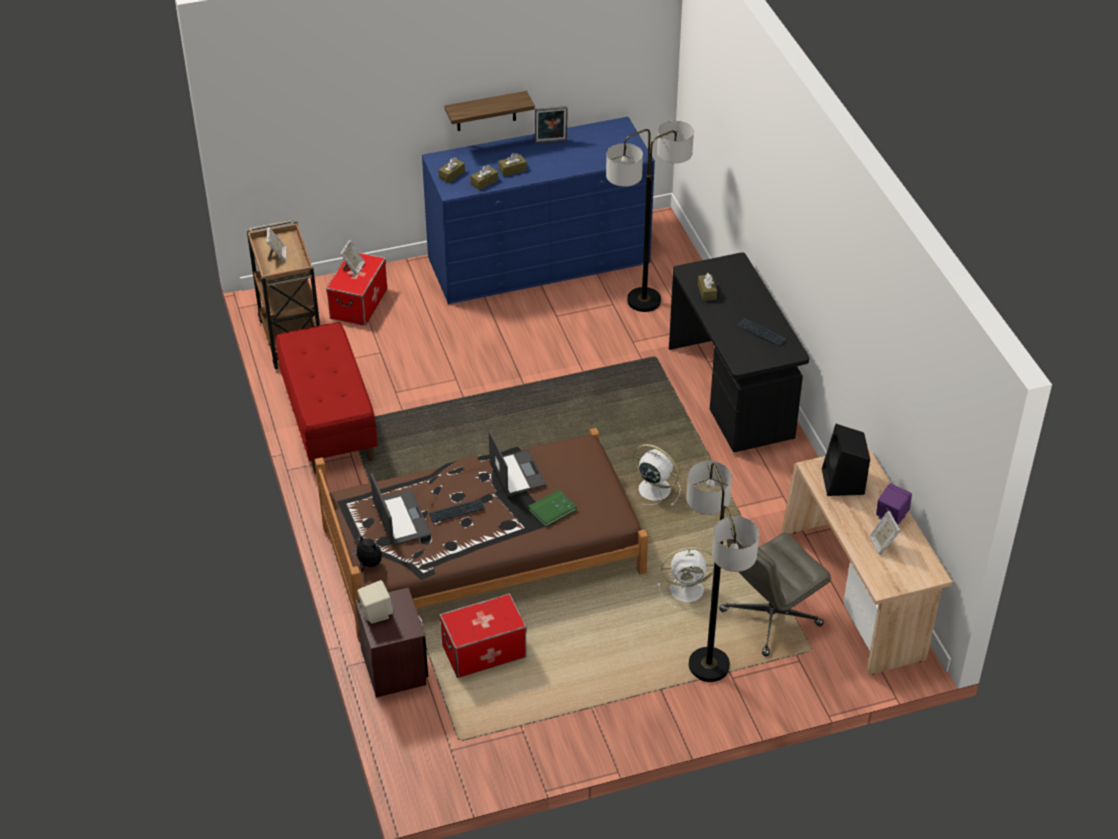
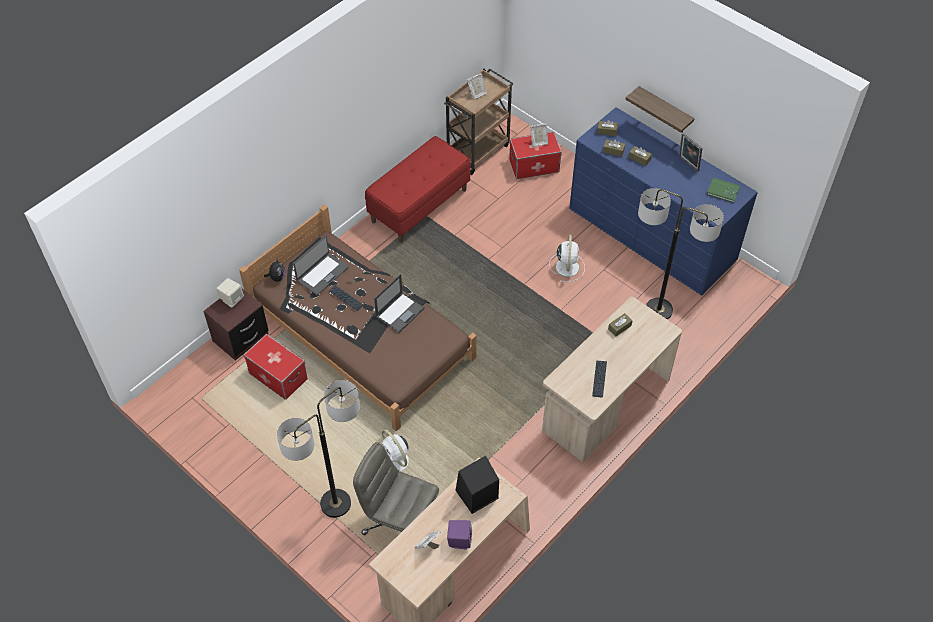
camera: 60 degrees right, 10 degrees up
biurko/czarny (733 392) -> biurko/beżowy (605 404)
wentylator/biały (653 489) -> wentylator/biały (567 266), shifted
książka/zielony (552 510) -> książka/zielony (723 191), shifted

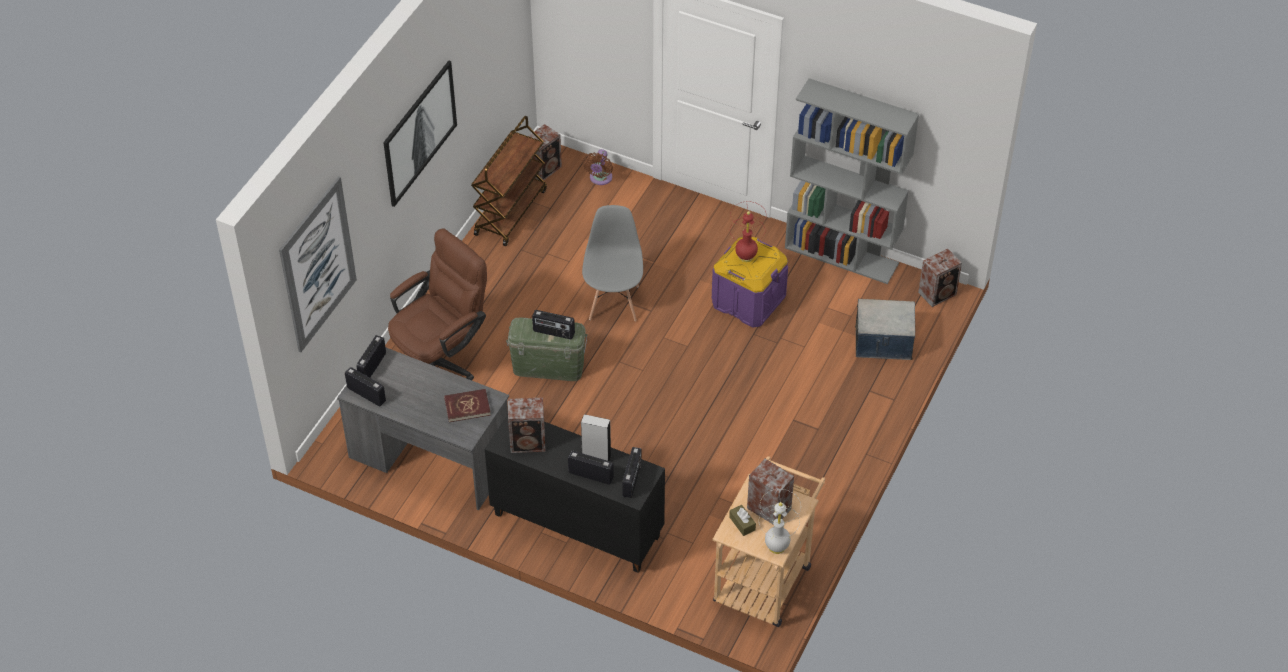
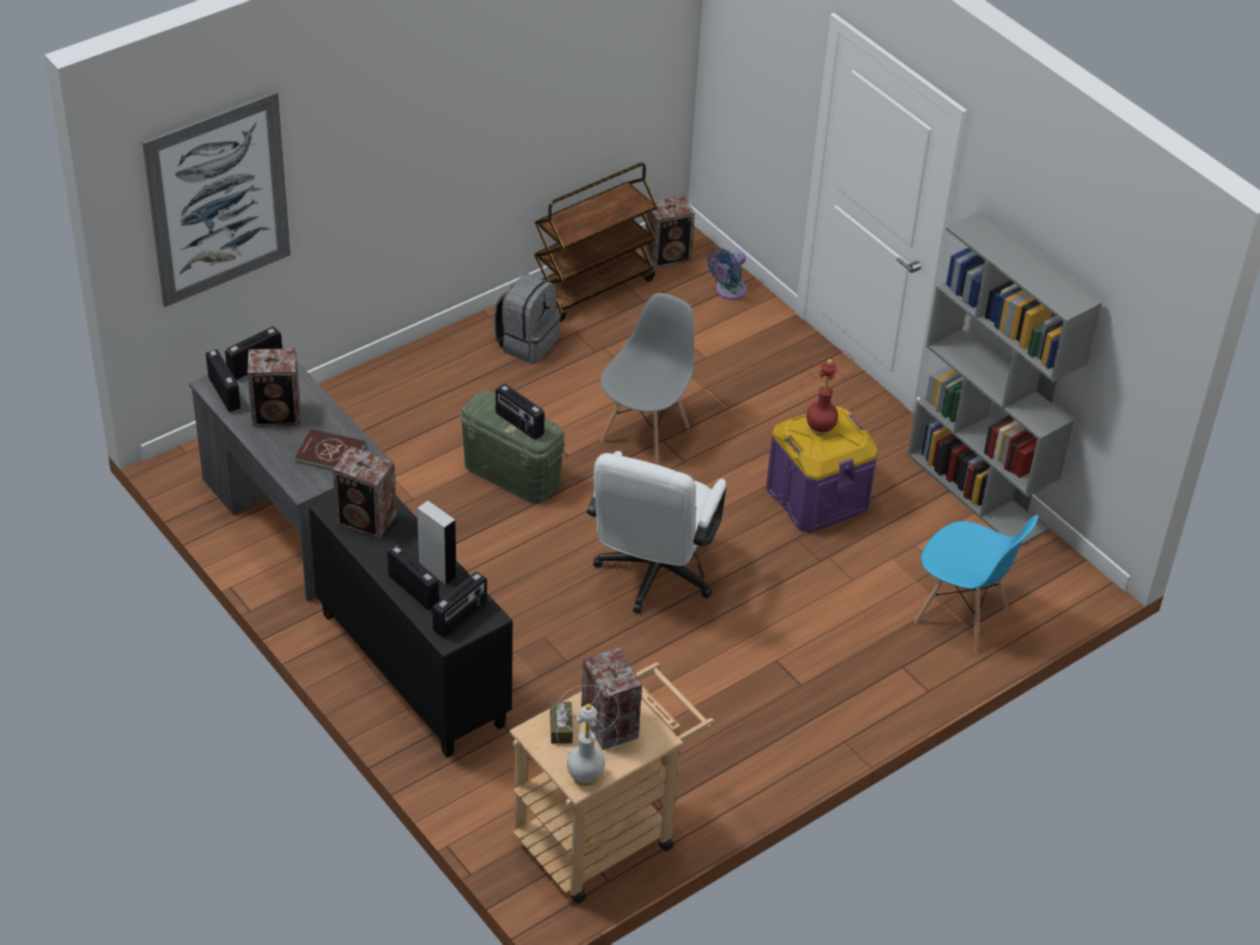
camera: 25 degrees right, 5 degrees down
obraz (419 133) -> none
wentylator/brązowy (600 179) -> wentylator/niebieski (728 291)
krzesło biurowe/brązowy (441 359) -> none
głośnik (938 293) -> głośnik (278 414), shifted
pojemnik do przechowywania (883 342) -> krzesło/niebieski (961 616)
none -> plecak/szary (526 342)
none -> krzesło biurowe/biały (652 577)

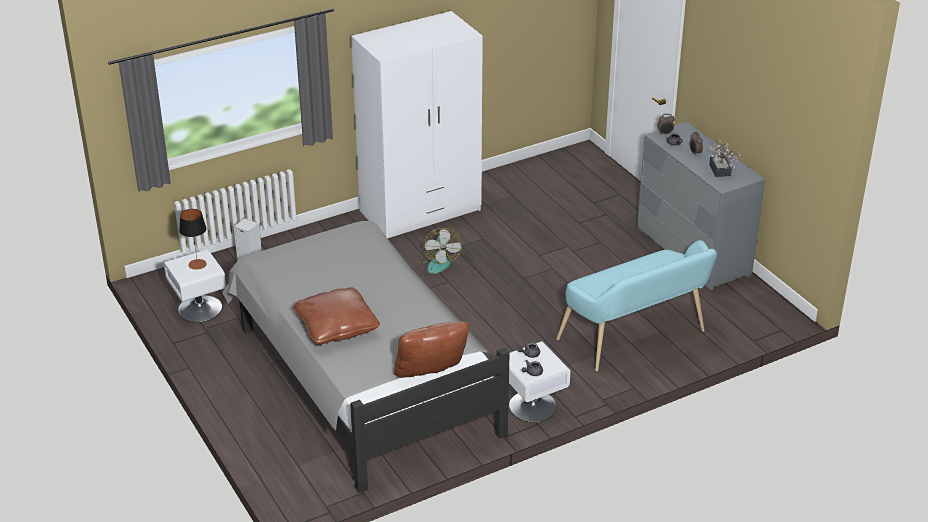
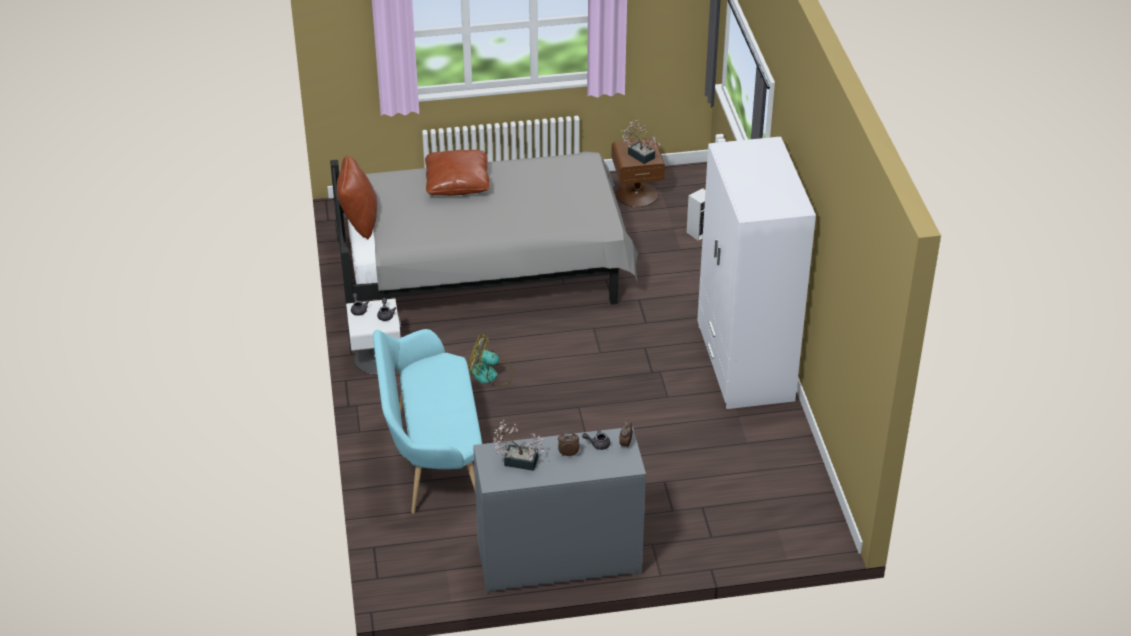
camera: 110 degrees right, 5 degrees up
lampa stołowa (197 264) -> roślina doniczkowa (639 154)
wentylator (438 262) -> wentylator (490 375), shifted
szafka nocna/biały (199 309) -> szafka nocna/brązowy (637 193)

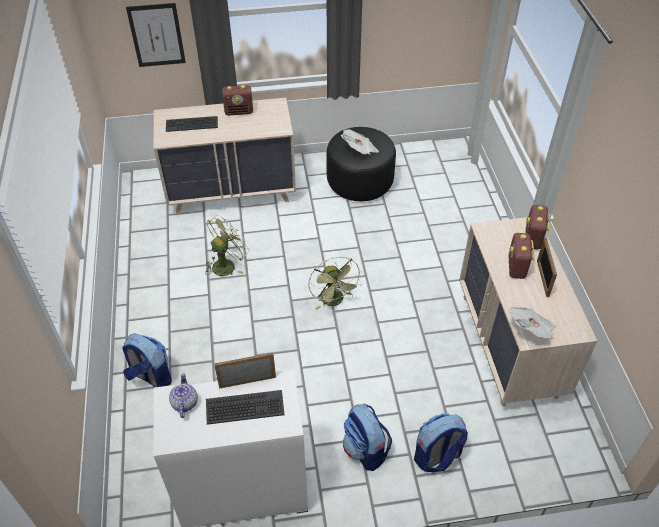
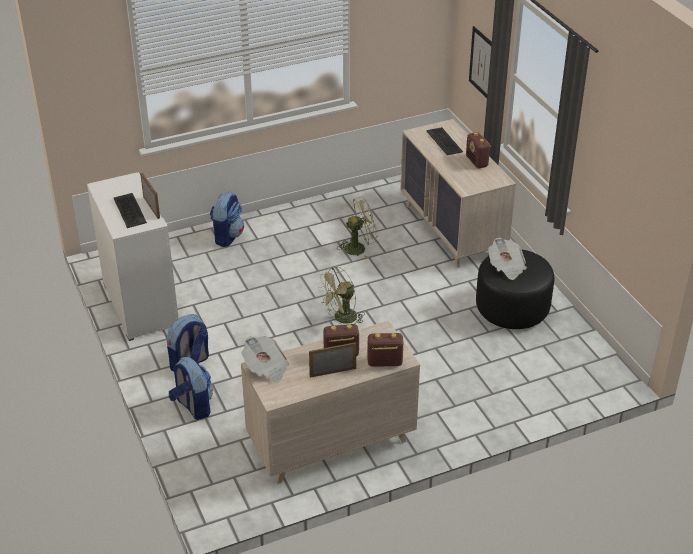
camera: 75 degrees right, 10 degrees down
wentylator/zielony (227 264) -> wentylator/zielony (359 247), 45 degrees counterclockwise
imbryk (184 403) -> none

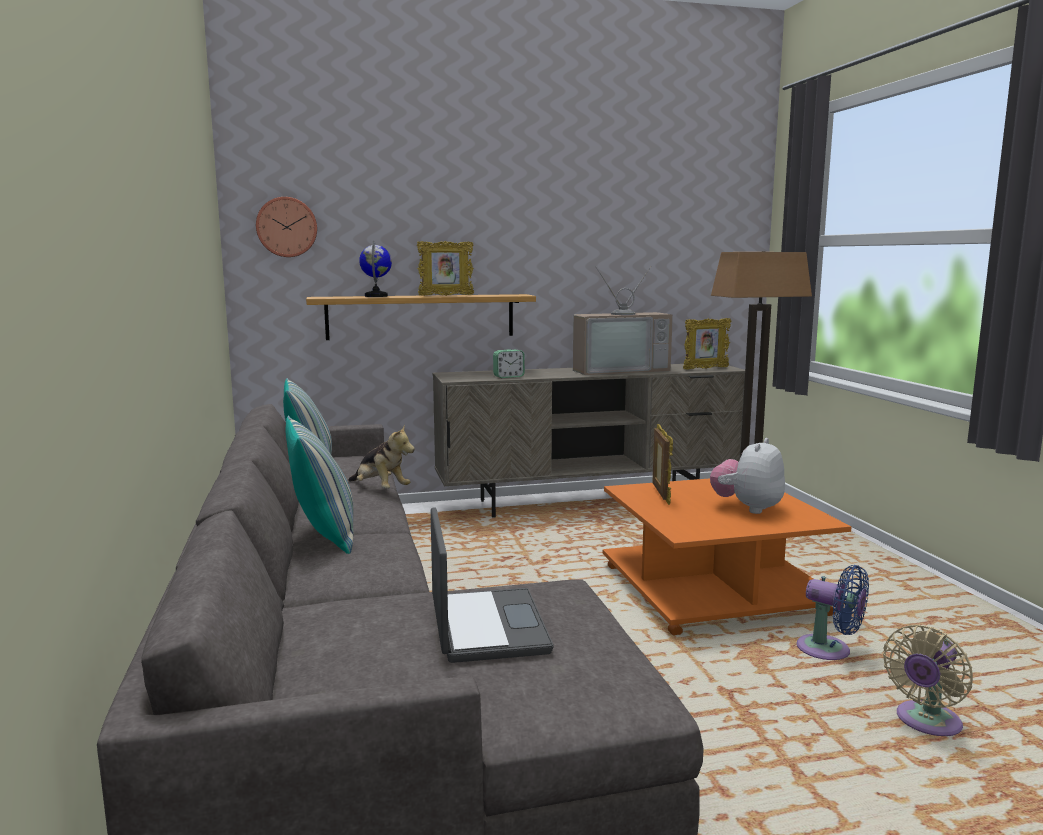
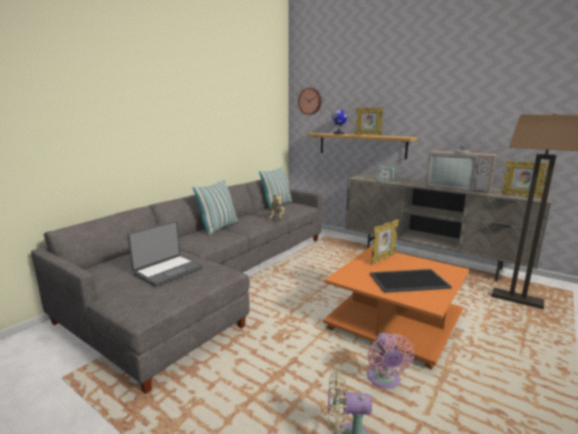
camera: 50 degrees right, 5 degrees up
pluszak (747 508) -> taca (408 281)
wentylator/niebieski (829 651) -> wentylator/różowy (384 380)

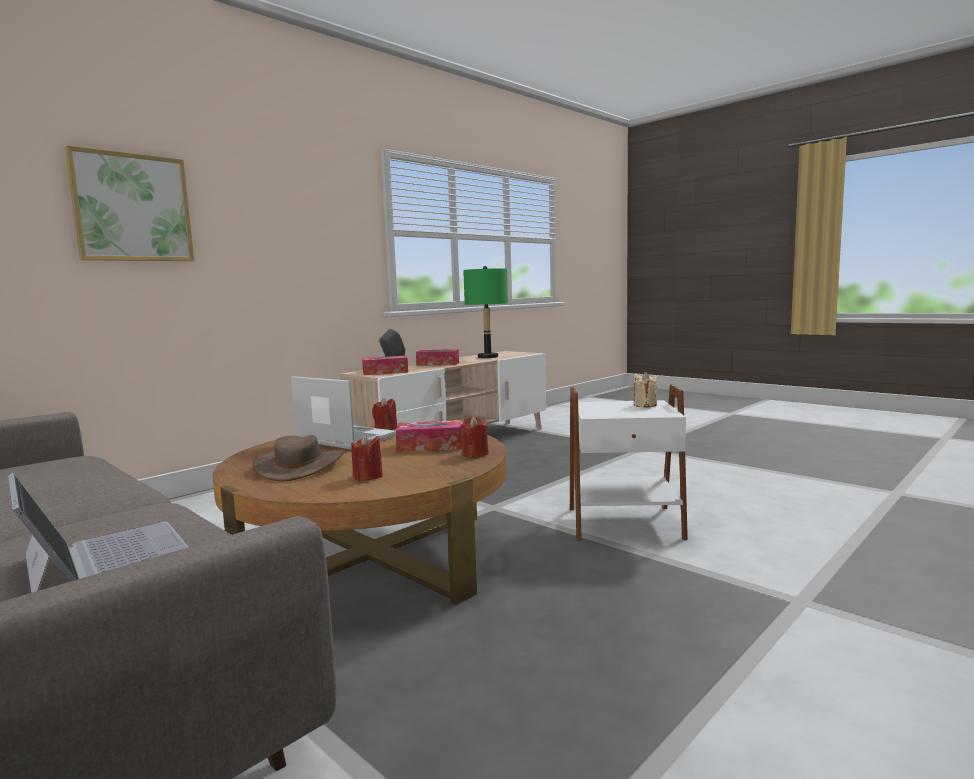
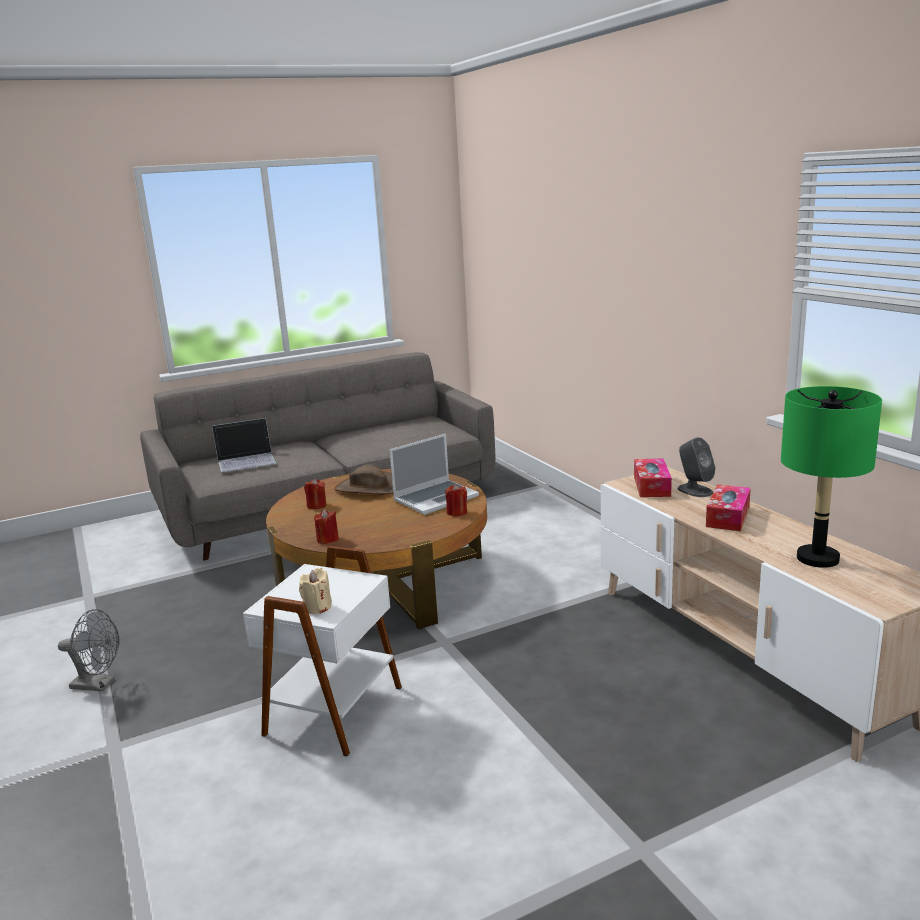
camera: 110 degrees right, 10 degrees up
obraz (132 208) -> none
pudełko chusteczek (430 446) -> none
none -> wentylator/szary (98 685)

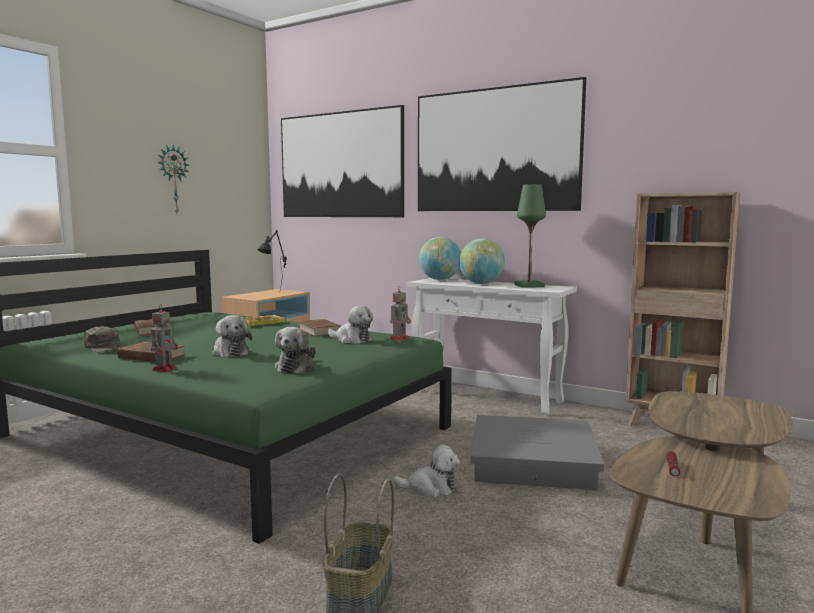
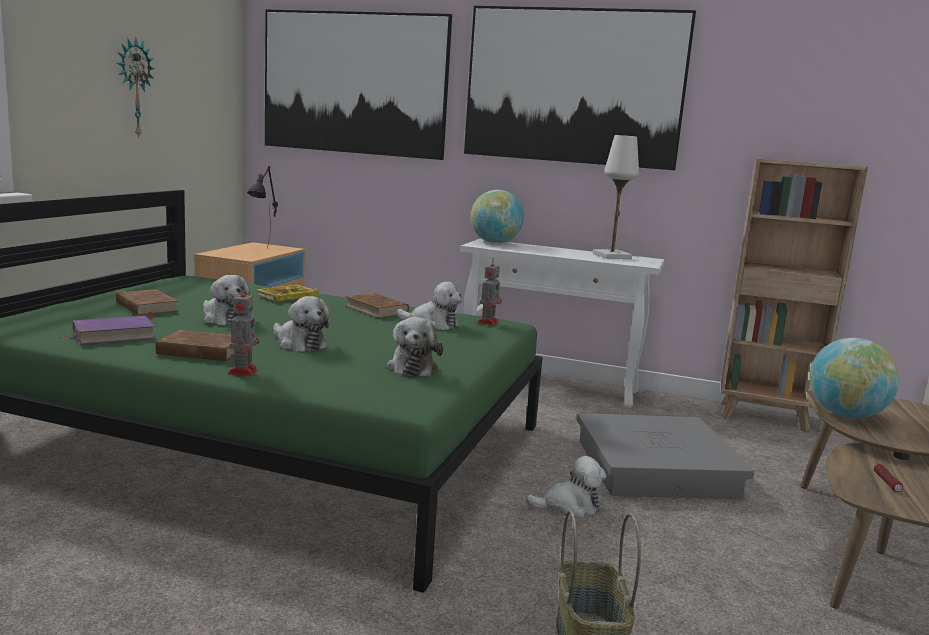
camera: 15 degrees left, 5 degrees up
lampa stołowa/zielony (529 286) -> lampa stołowa/biały (612 256)
globus (481 283) -> globus (845 415), shifted
czapka z daszkiem/zielony (105 347) -> książka/fioletowy (113 335)
none -> pluszak (223 319)

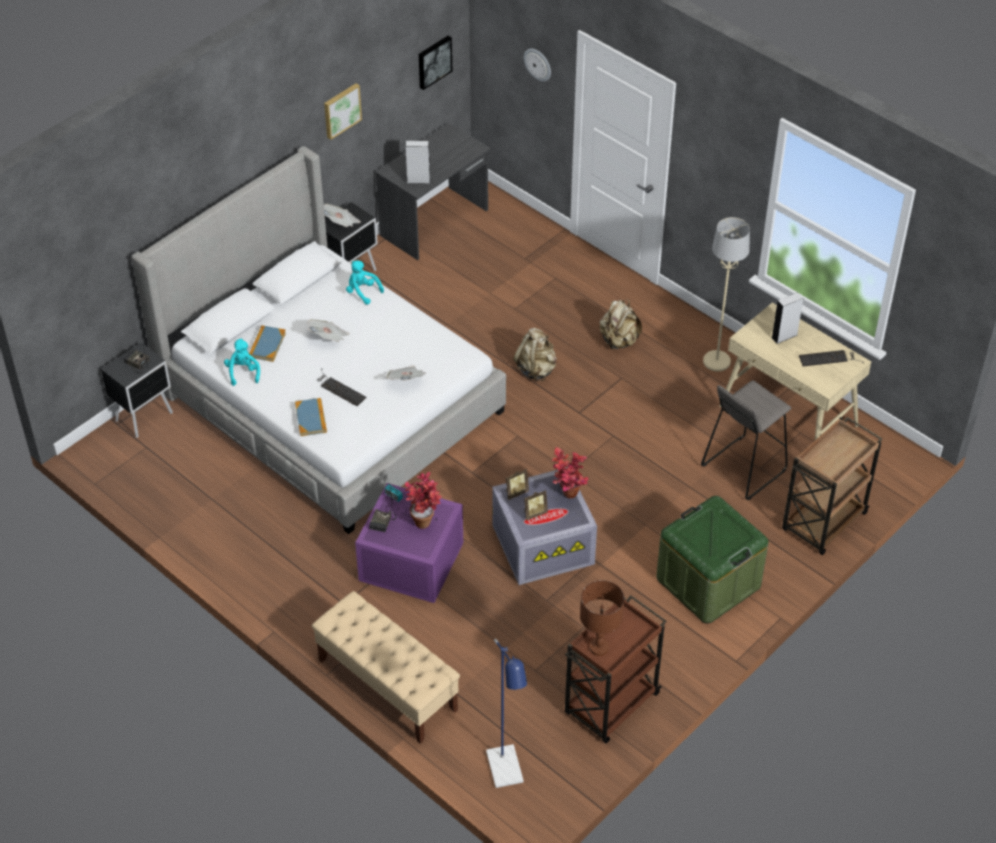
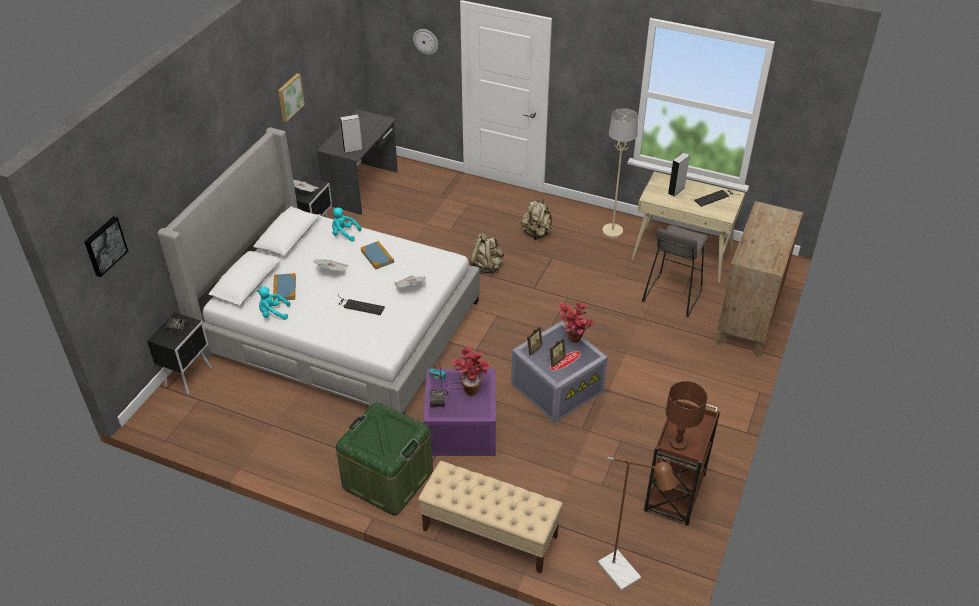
camera: 20 degrees left, 5 degrees down
obraz (433 61) -> obraz (104 246), shifted
pluszak/turkusowy (243 372) -> pluszak/turkusowy (273 313), 60 degrees counterclockwise
książka (311 418) -> książka (377 256), shifted
wózek/brązowy (823 523) -> komoda/brązowy (748 318)
pojemnik do przechowywania/zielony (708 582) -> pojemnik do przechowywania/zielony (388 479), shifted
lampa stojąca/niebieski (507 774) -> lampa stojąca/brązowy (624 576)

